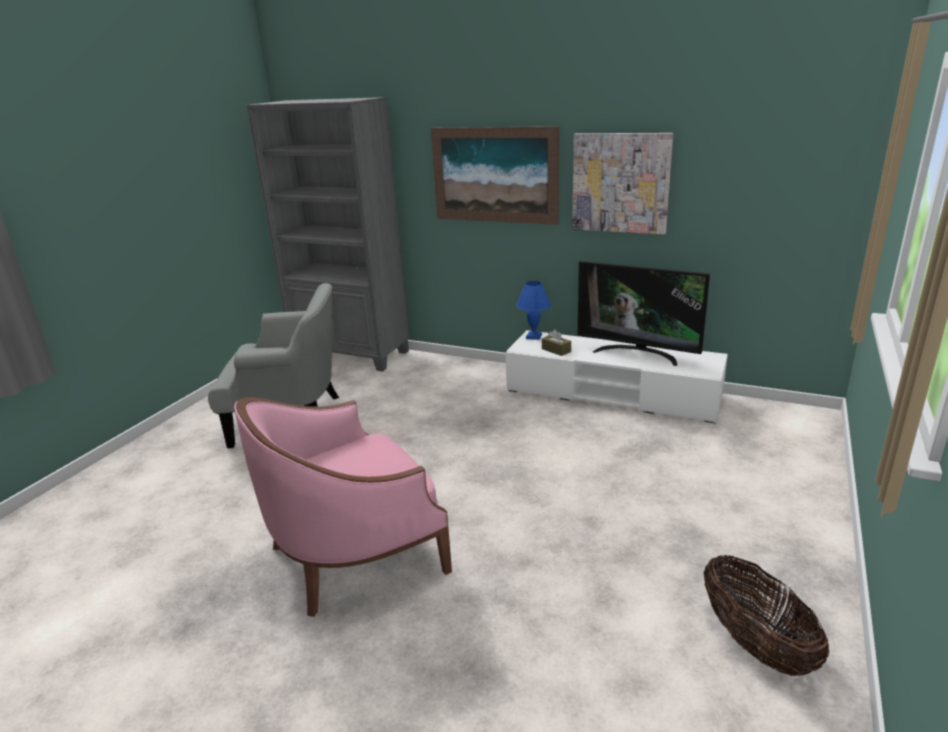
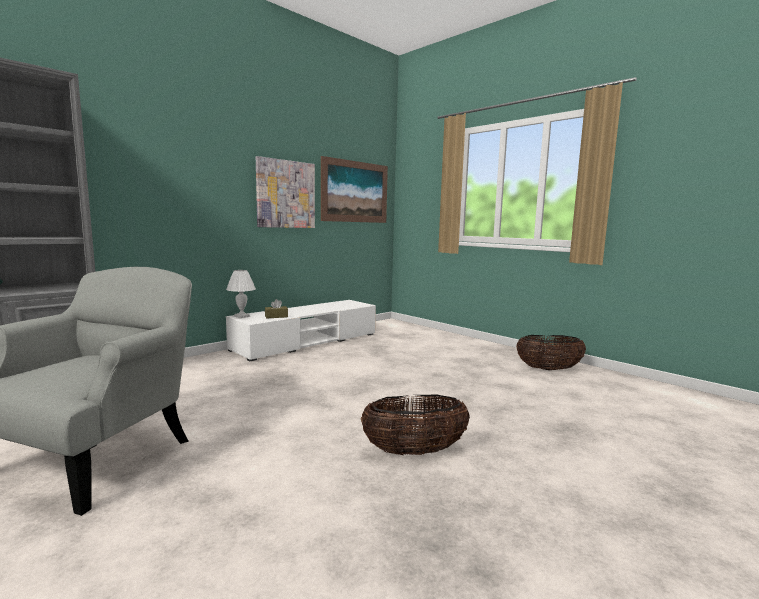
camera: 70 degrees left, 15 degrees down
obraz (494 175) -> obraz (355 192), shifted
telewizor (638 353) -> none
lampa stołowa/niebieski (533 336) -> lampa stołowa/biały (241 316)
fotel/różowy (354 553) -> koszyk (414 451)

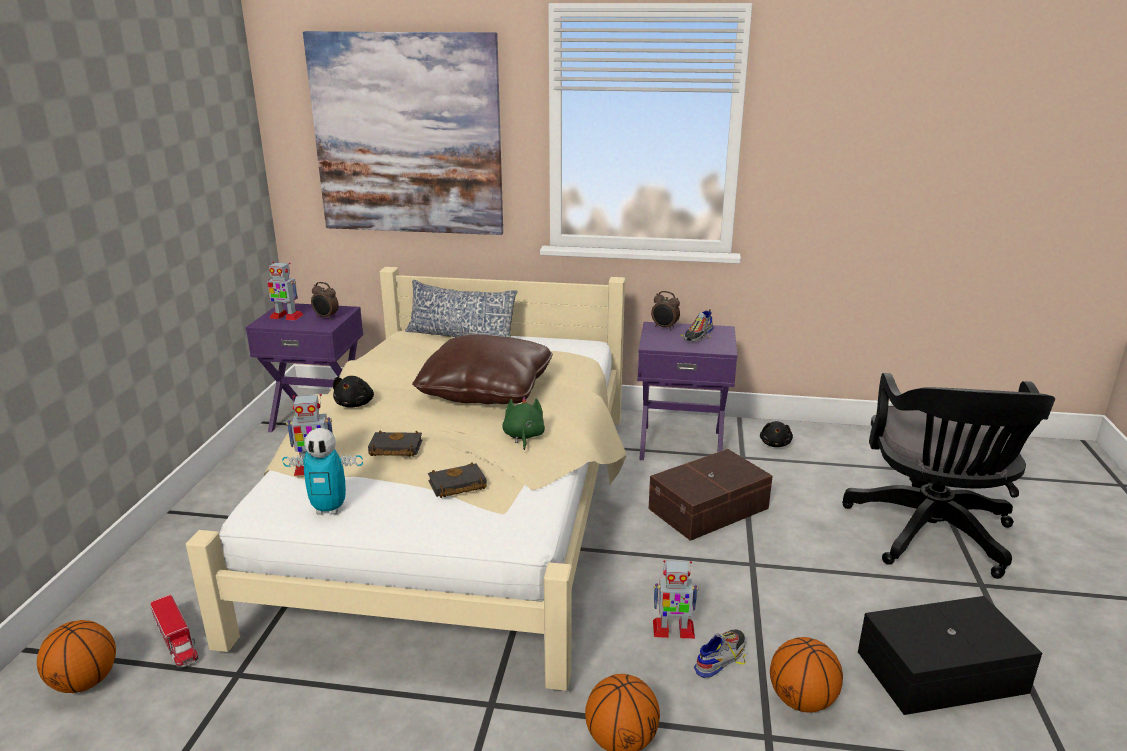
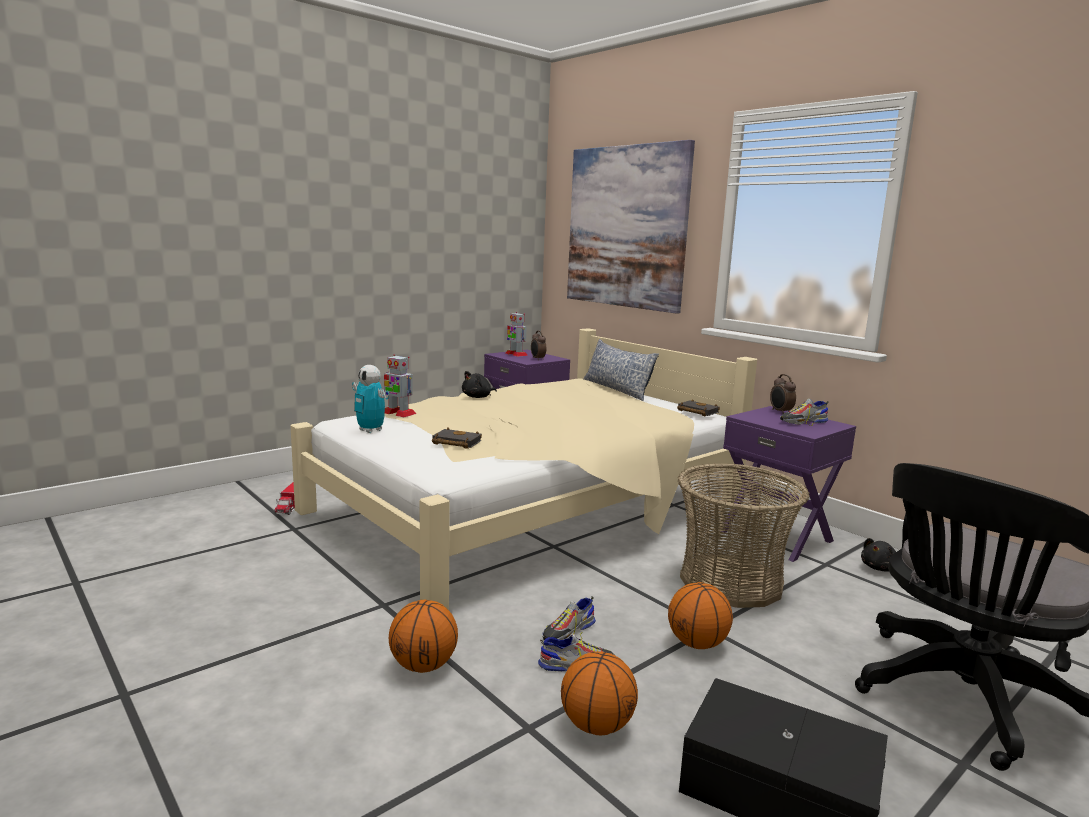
camera: 40 degrees right, 10 degrees down
poduszka/brązowy (486 390) -> none
pluszak/zielony (523 437) -> none
książka/czarny (394 449) -> książka/czarny (696 411), shifted
pojemnik do przechowywania/brązowy (710 509) -> koszyk (731 582)
robot zabawkowy (673 629) -> but (568 631)
piłka do koszykówki (85 682) -> piłka do koszykówki (697 643), shifted

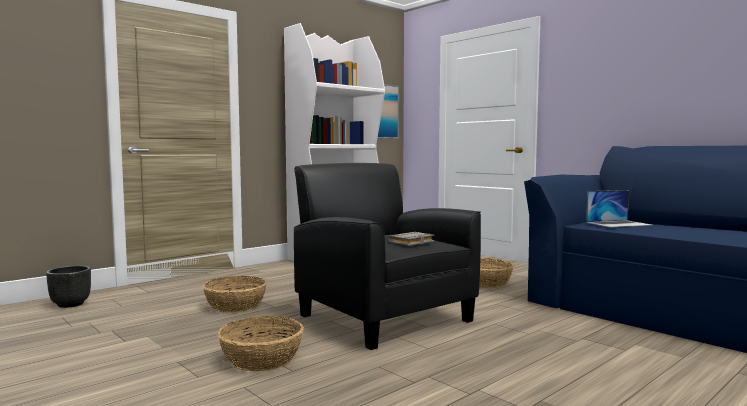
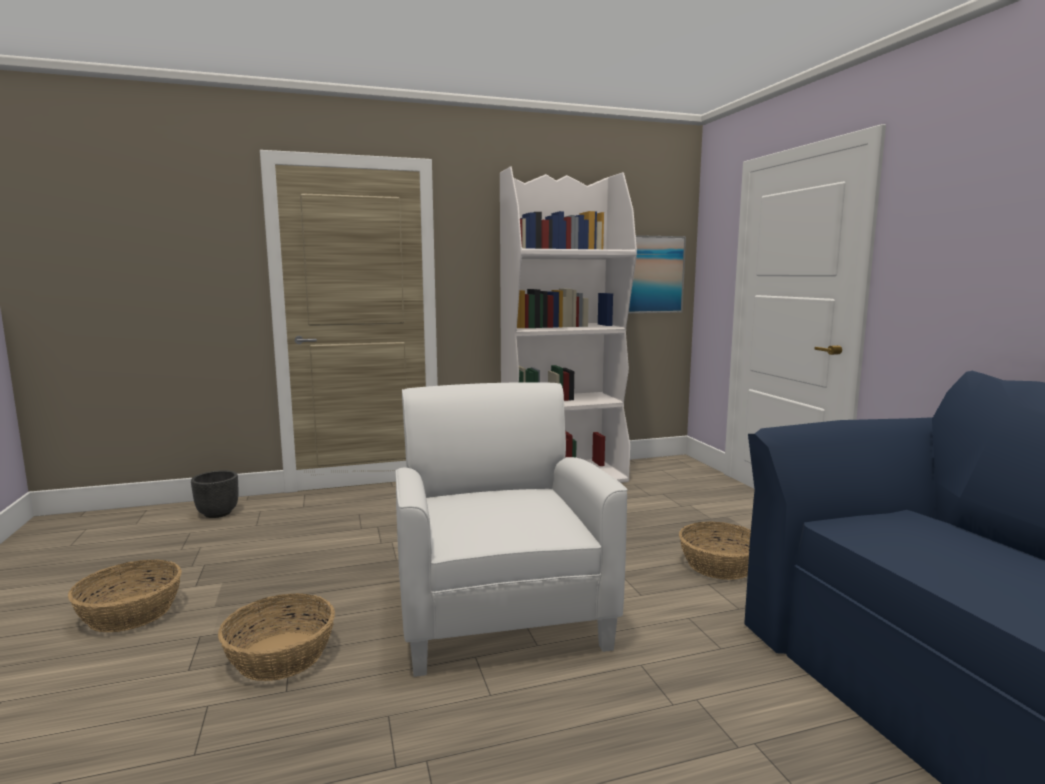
camera: 25 degrees right, 5 degrees up
fotel/czarny (383 317) -> fotel/biały (500 611)
laptop (618 223) -> none
książka/szary (411 242) -> none
koszyk (235 305) -> koszyk (131 612), shifted

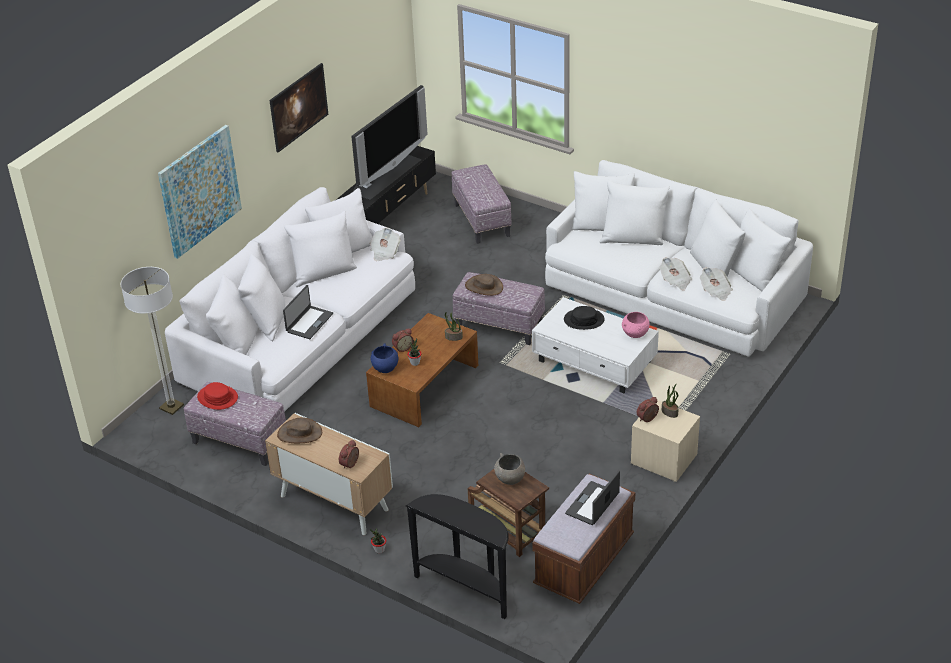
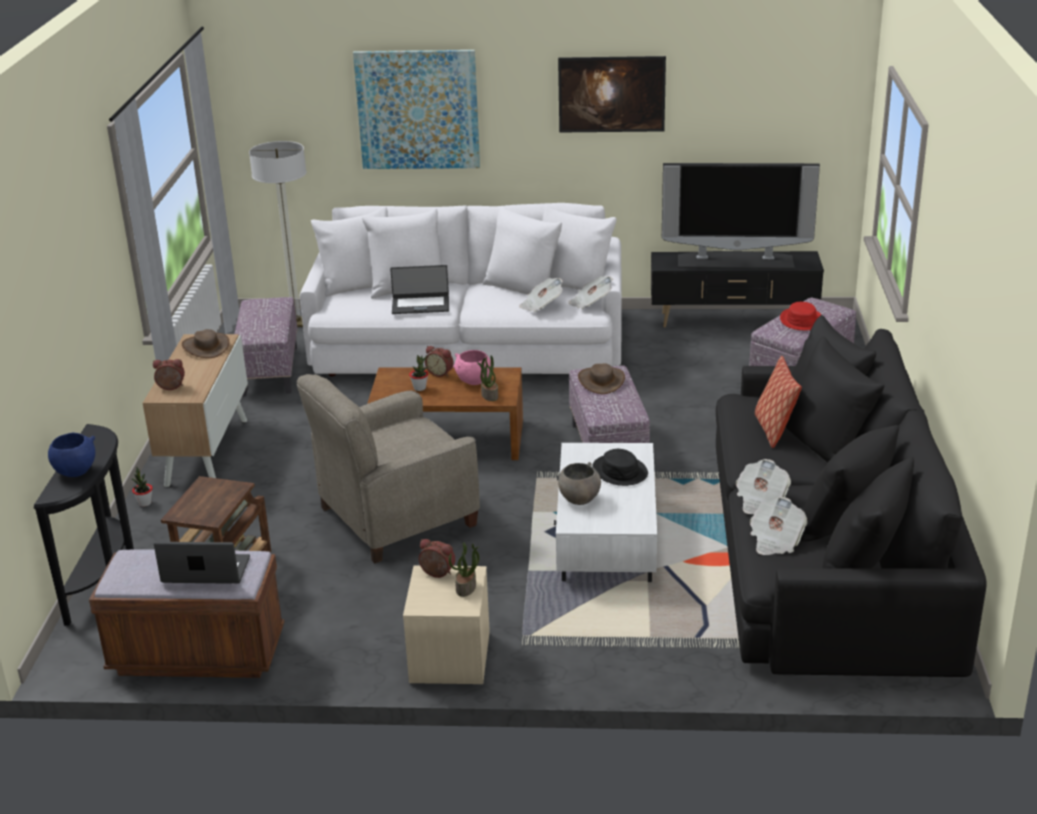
camera: 60 degrees right, 10 degrees down
kanapa/biały (672 292) -> kanapa/czarny (827 553)
miska/różowy (635 334) -> miska/różowy (473 381), shifted
miska/niebieski (385 368) -> miska/niebieski (75 471), shifted
kapelusz/czerwony (217 398) -> kapelusz/czerwony (801 320), shifted
miska/szary (510 479) -> miska/szary (579 499), shifted
none -> gazeta (541 305)
none -> poduszka (774 430)
none -> fotel/beżowy (395 517)

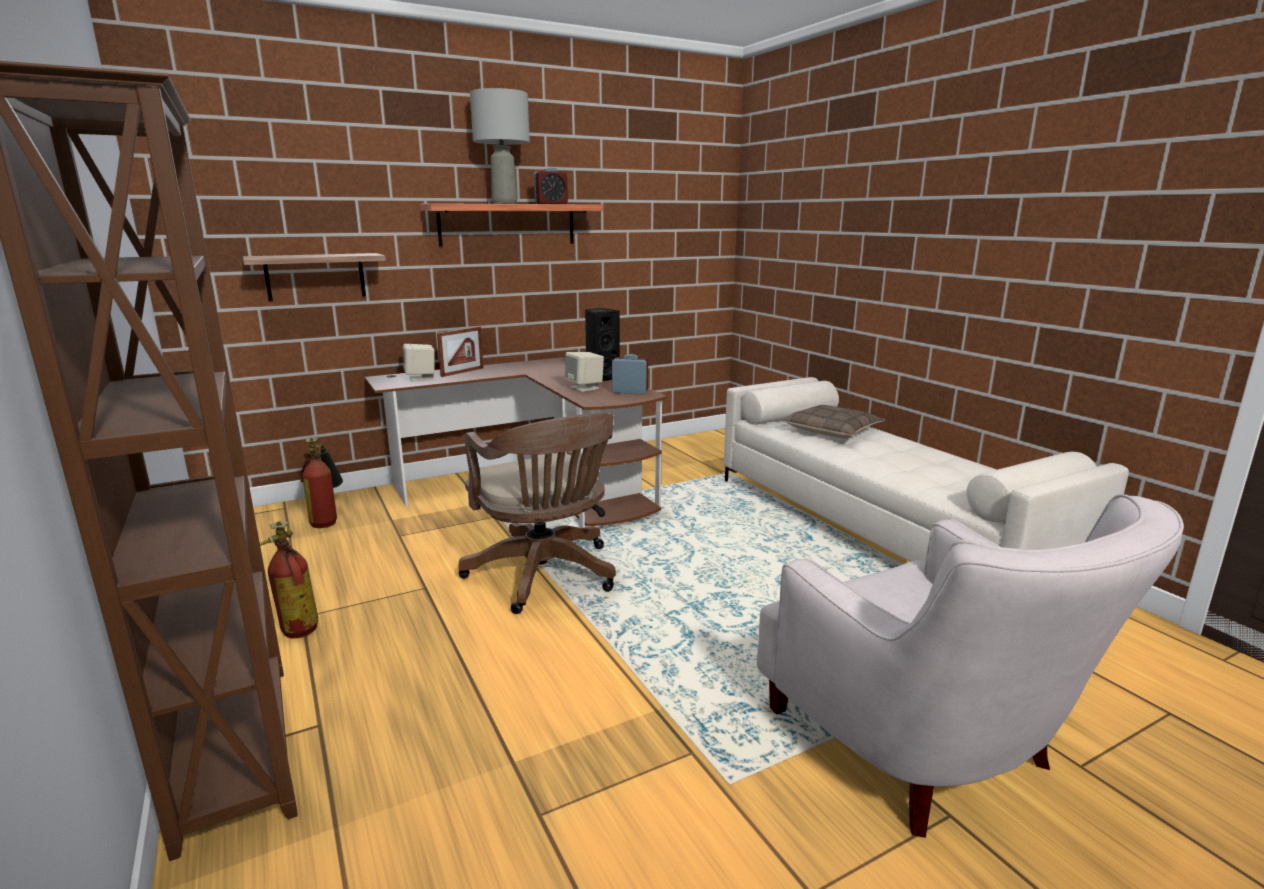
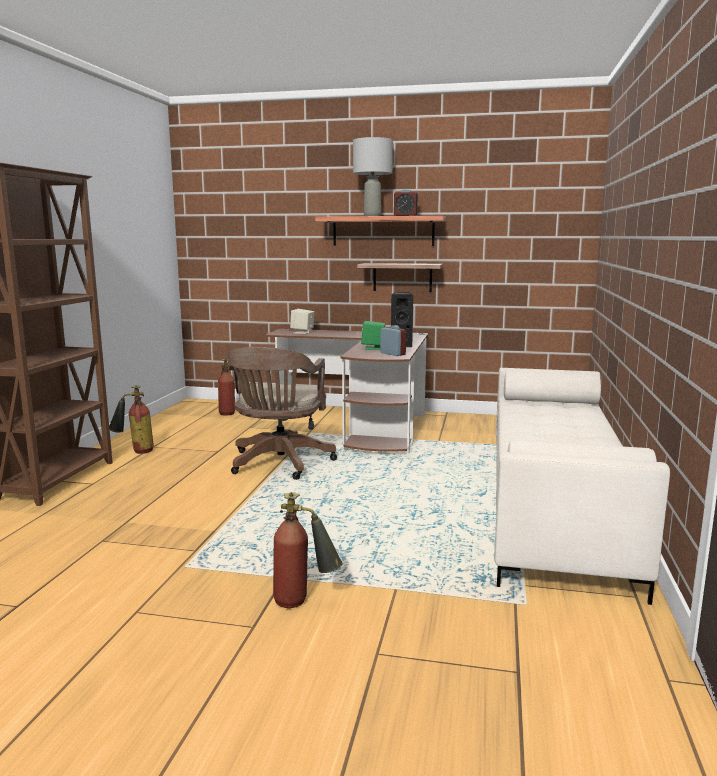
camera: 40 degrees right, 5 degrees down
półka (315 276) -> półka (402 277), shifted
ramka na zdjęcie (462 372) -> none
głośnik/beżowy (585 388) -> głośnik/zielony (373 348)
poduszka (832 431) -> none
fotel/biały (924 749) -> gaśnica (304 602)

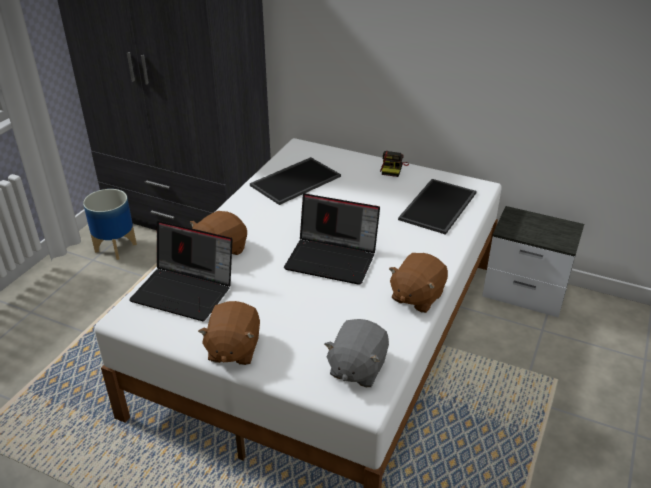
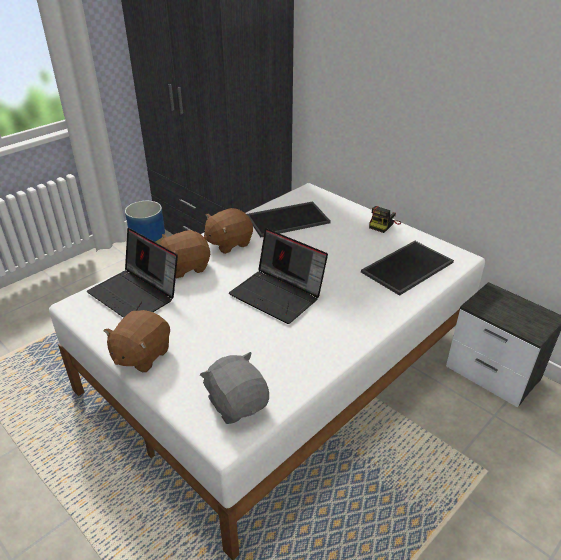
camera: 20 degrees right, 0 degrees up
pluszak/brązowy (416 296) -> pluszak/brązowy (228 243), shifted
pluszak/szary (357 368) -> pluszak/szary (237 403), 105 degrees clockwise

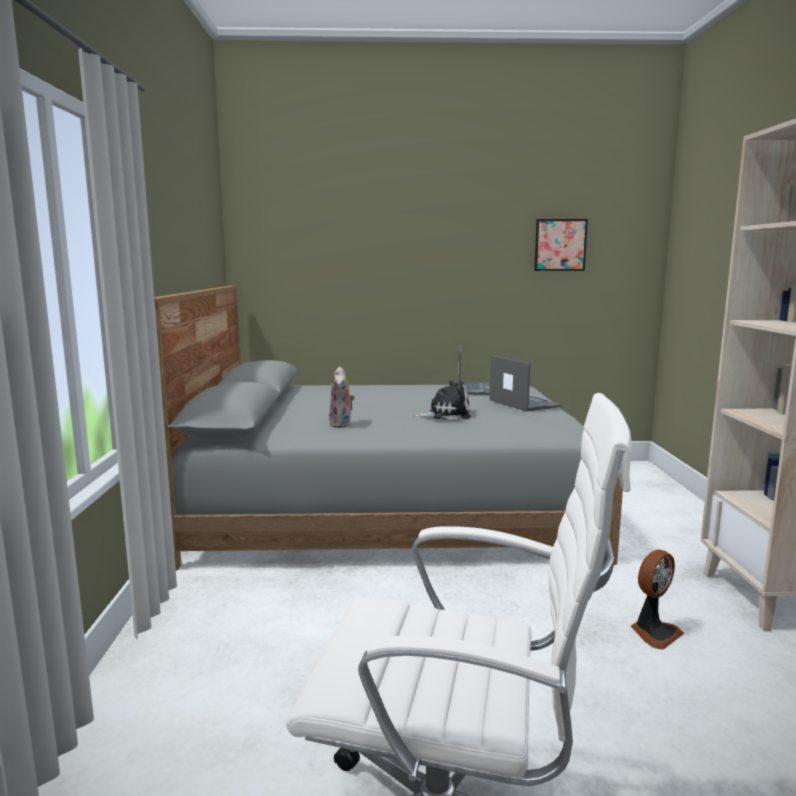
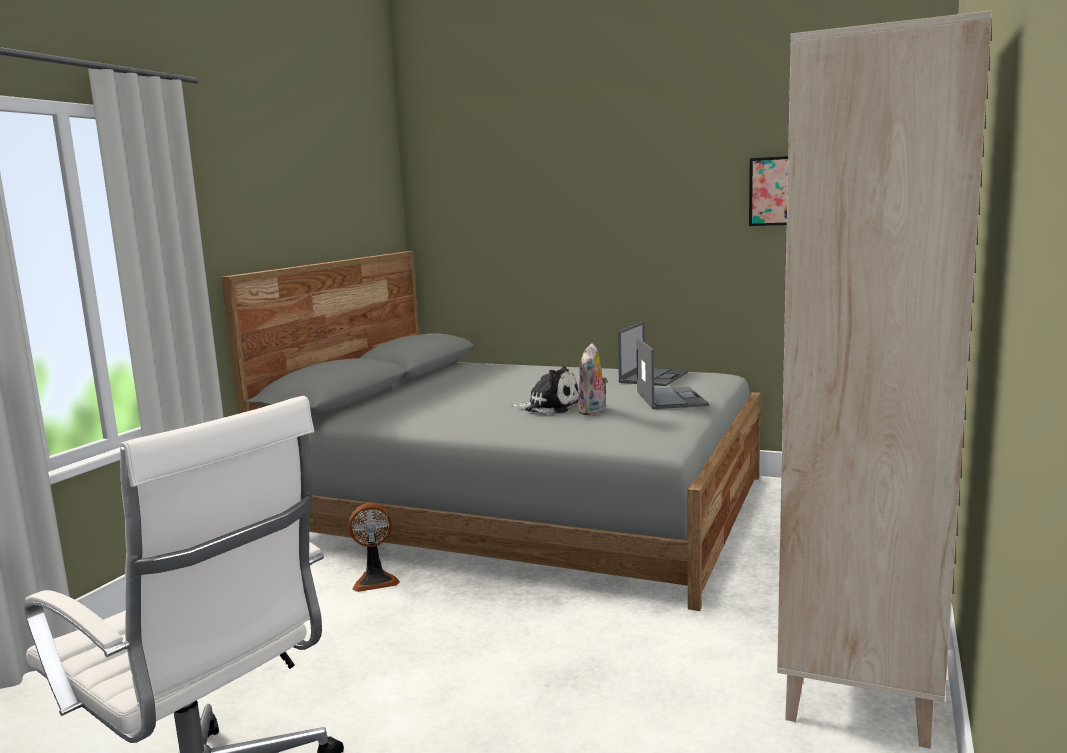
camera: 25 degrees right, 0 degrees up
pluszak (342 424) -> pluszak (593 411), shifted
wentylator (654 632) -> wentylator (375 580), shifted

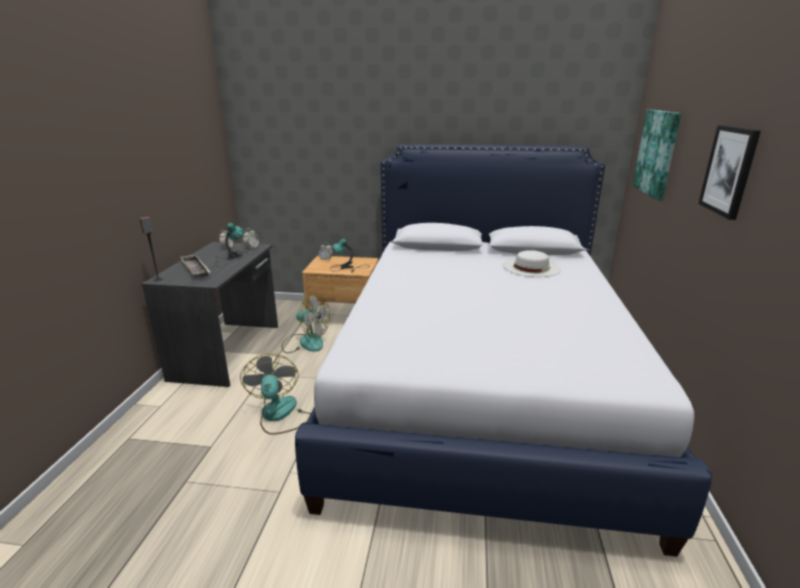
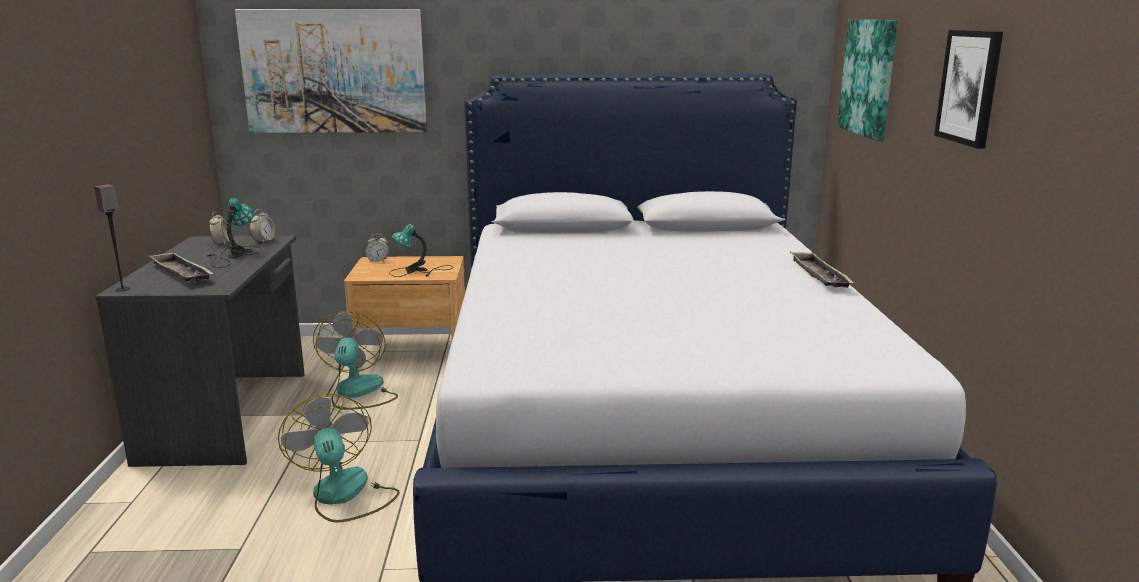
camera: 10 degrees left, 5 degrees down
kapelusz/biały (531 267) -> none
wentylator (305 342) -> wentylator (358 393), 105 degrees counterclockwise
none -> obraz (334 71)
none -> taca (819 275)

